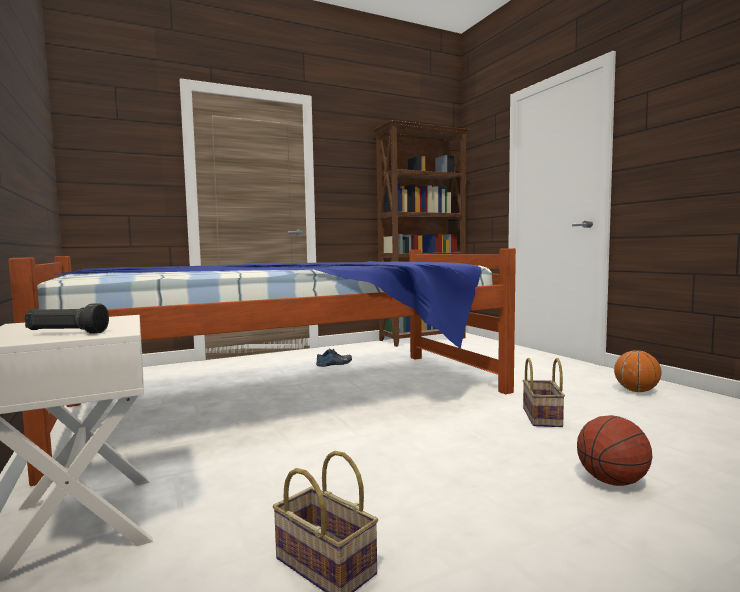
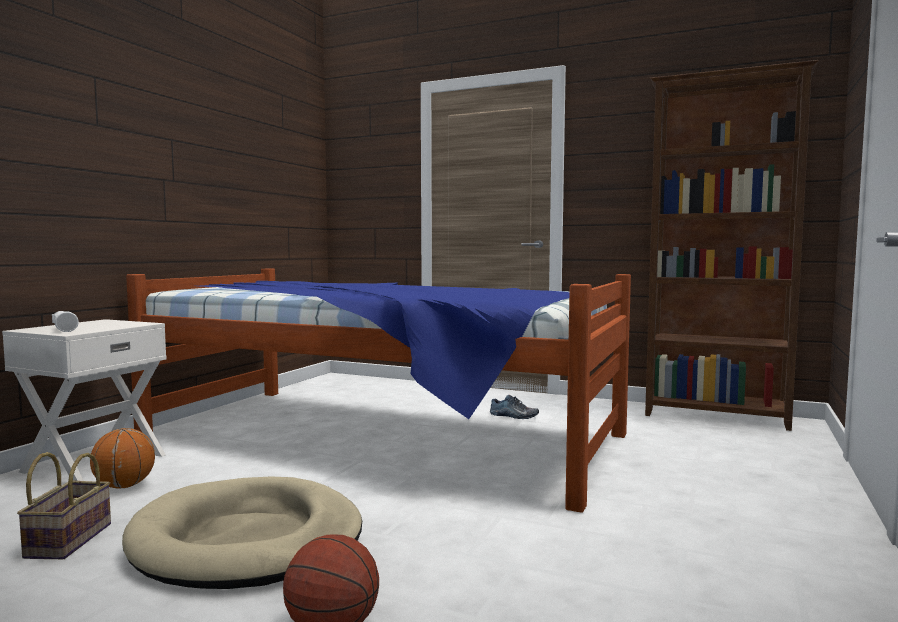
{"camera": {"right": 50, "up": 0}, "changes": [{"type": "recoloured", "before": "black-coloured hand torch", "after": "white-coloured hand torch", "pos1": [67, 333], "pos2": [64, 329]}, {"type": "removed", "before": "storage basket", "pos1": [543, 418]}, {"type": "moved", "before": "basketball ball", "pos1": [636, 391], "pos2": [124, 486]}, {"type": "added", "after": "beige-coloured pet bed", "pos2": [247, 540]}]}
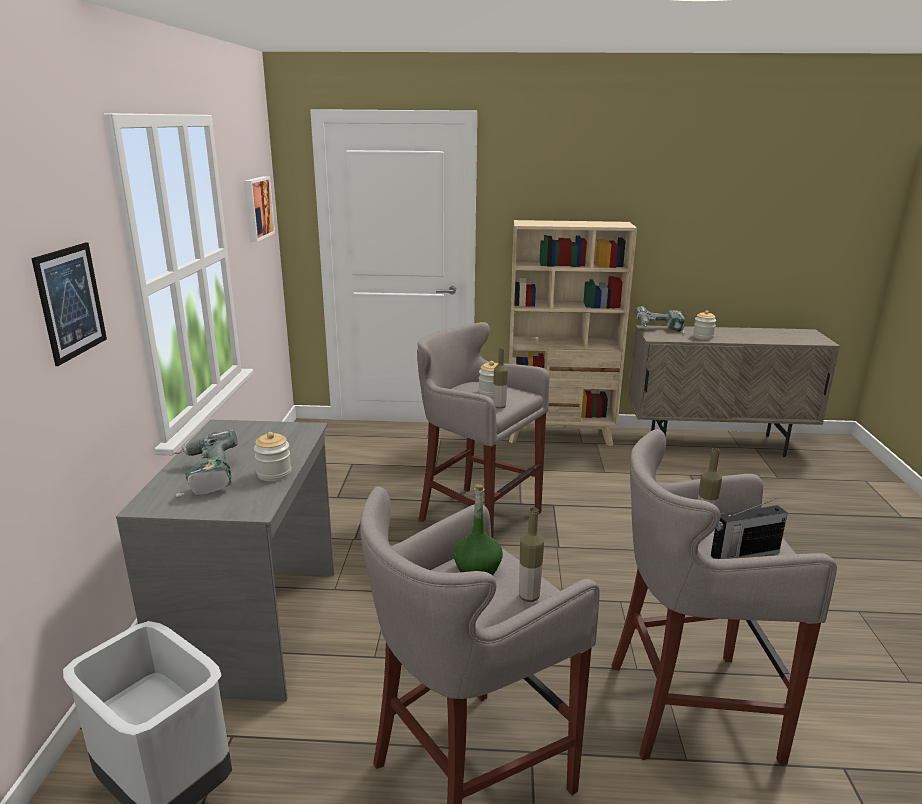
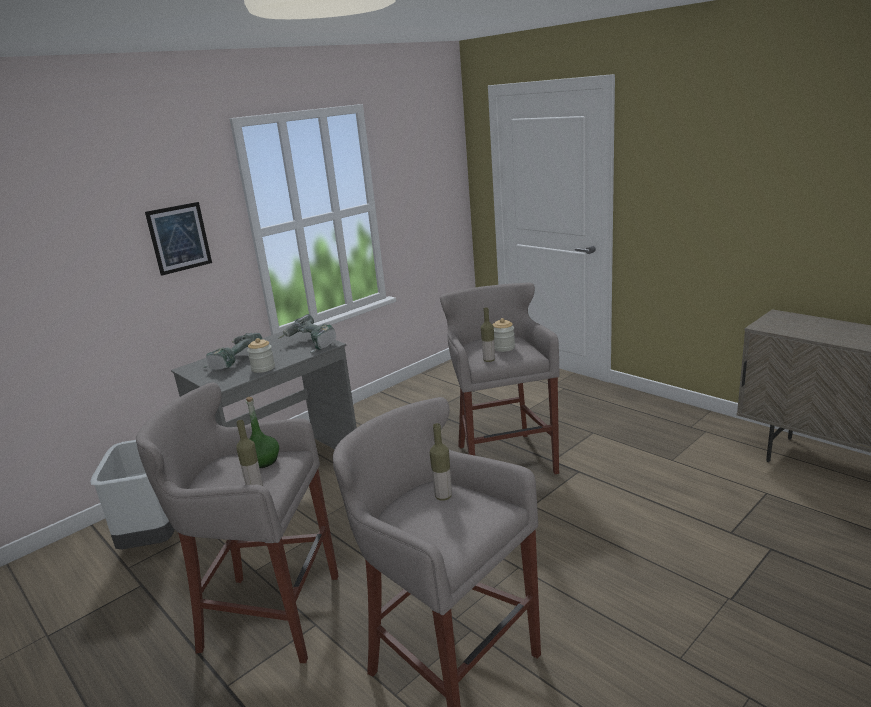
{"camera": {"right": 45, "up": 0}, "changes": [{"type": "removed", "before": "wall picture", "pos1": [256, 208]}, {"type": "removed", "before": "beige-coloured bookcase", "pos1": [560, 435]}, {"type": "moved", "before": "power drill", "pos1": [658, 330], "pos2": [309, 344]}, {"type": "removed", "before": "jar", "pos1": [703, 337]}, {"type": "removed", "before": "radio receiver", "pos1": [743, 554]}]}
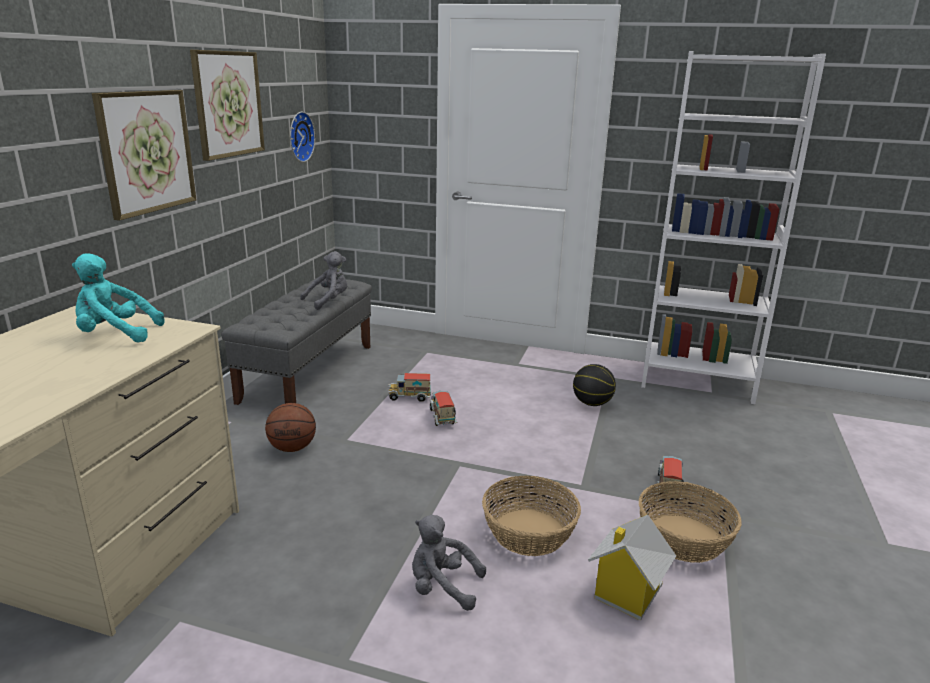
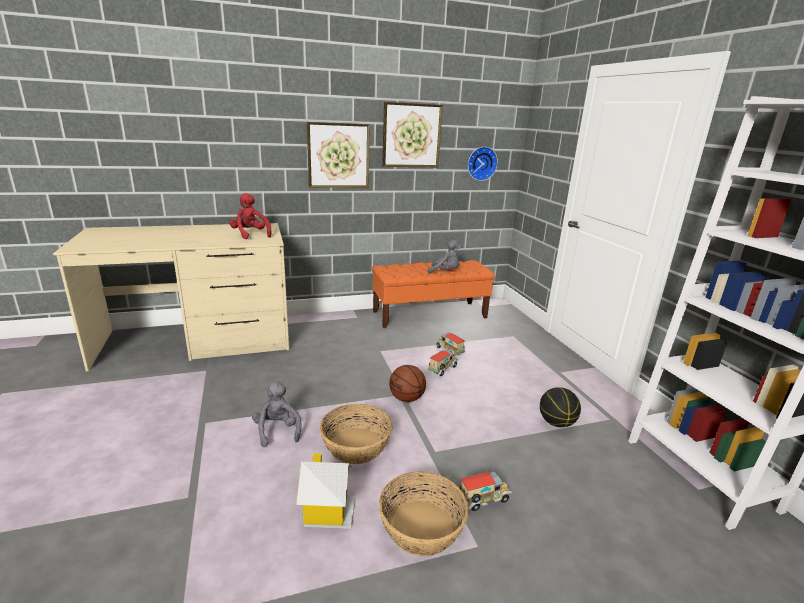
{"camera": {"right": 55, "up": 0}, "changes": [{"type": "recoloured", "before": "blue-green cuddly toy", "after": "reddish cuddly toy", "pos1": [115, 335], "pos2": [250, 235]}, {"type": "recoloured", "before": "greyish bench", "after": "orange-coloured bench", "pos1": [308, 372], "pos2": [430, 314]}, {"type": "moved", "before": "basketball ball", "pos1": [293, 448], "pos2": [407, 398]}]}
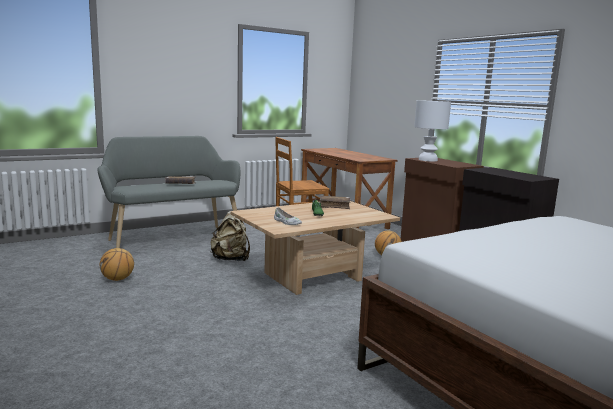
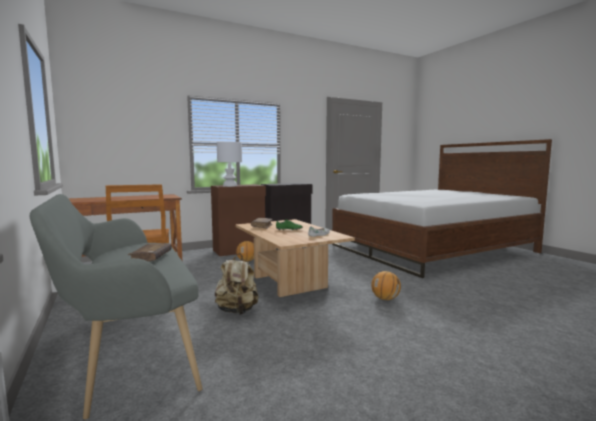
{"camera": {"right": -85, "up": -5}, "changes": [{"type": "moved", "before": "basketball ball", "pos1": [118, 279], "pos2": [385, 299]}]}
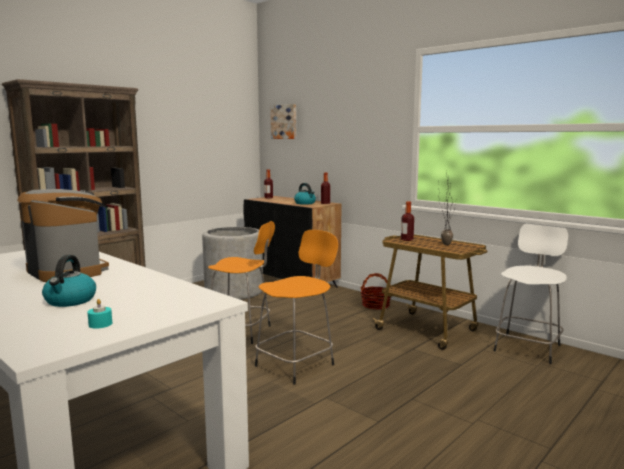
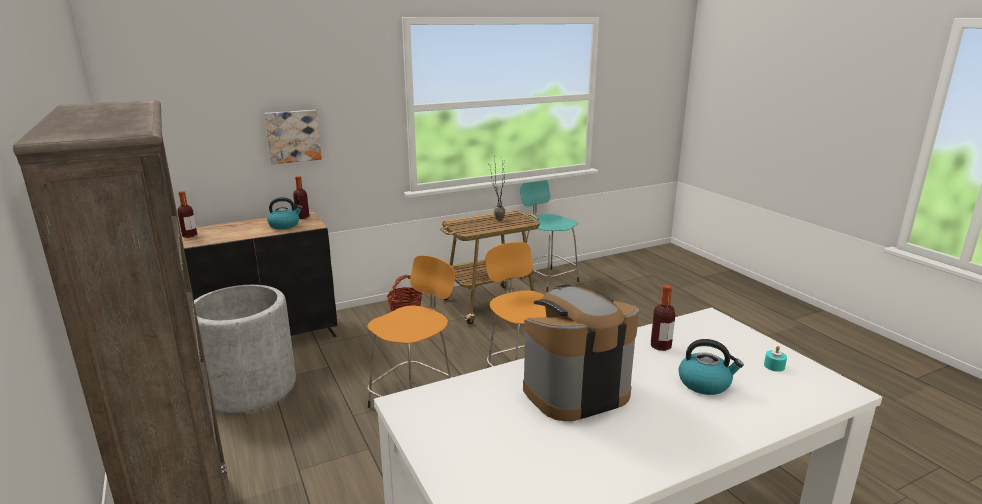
{"camera": {"right": -70, "up": 10}, "changes": [{"type": "moved", "before": "wall picture", "pos1": [284, 122], "pos2": [293, 136]}, {"type": "moved", "before": "beverage bottle", "pos1": [407, 240], "pos2": [660, 346]}, {"type": "recoloured", "before": "white-coloured stool", "after": "blue-green stool", "pos1": [528, 347], "pos2": [547, 279]}]}
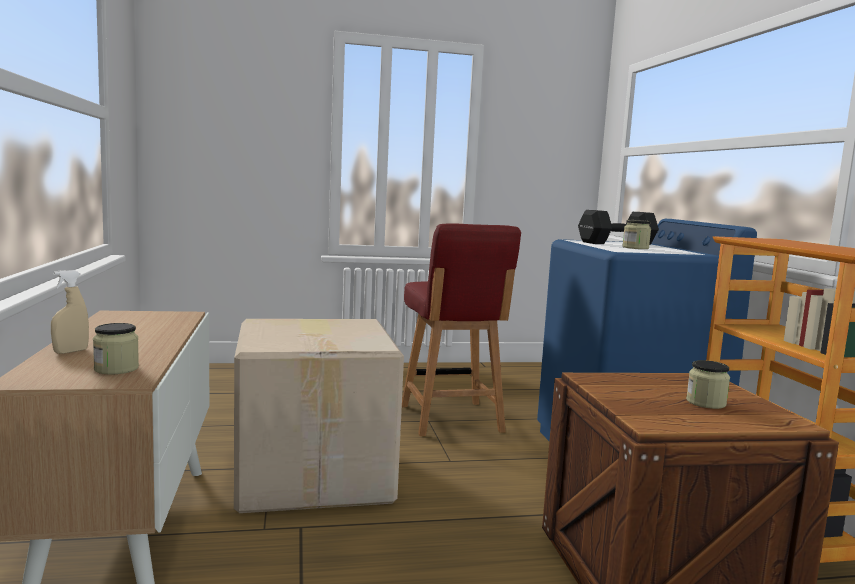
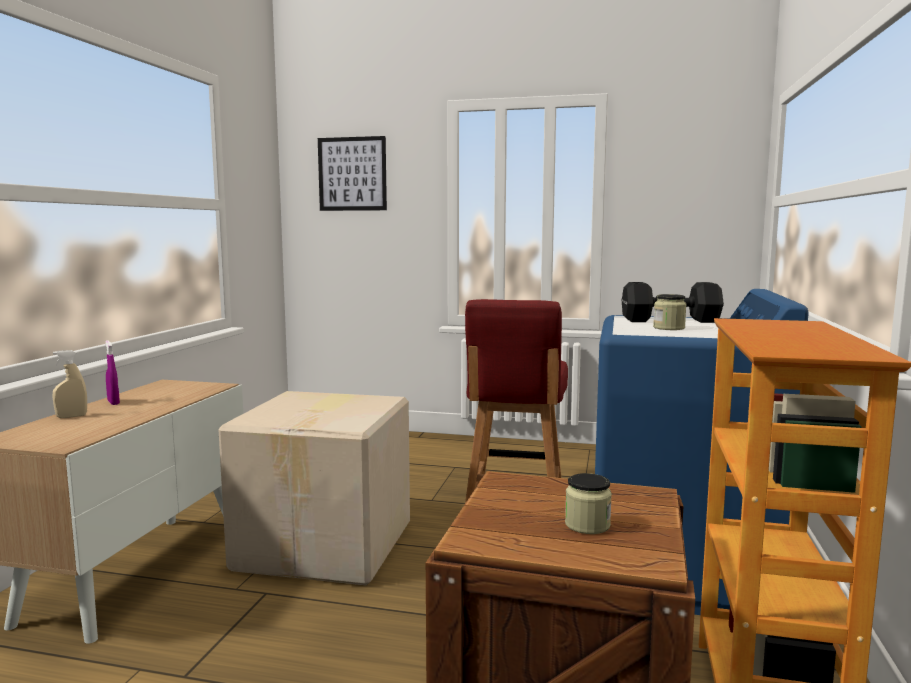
{"camera": {"right": 25, "up": 0}, "changes": [{"type": "removed", "before": "jar", "pos1": [116, 369]}, {"type": "added", "after": "purplish hand sprayer", "pos2": [113, 403]}, {"type": "added", "after": "wall picture", "pos2": [352, 174]}]}
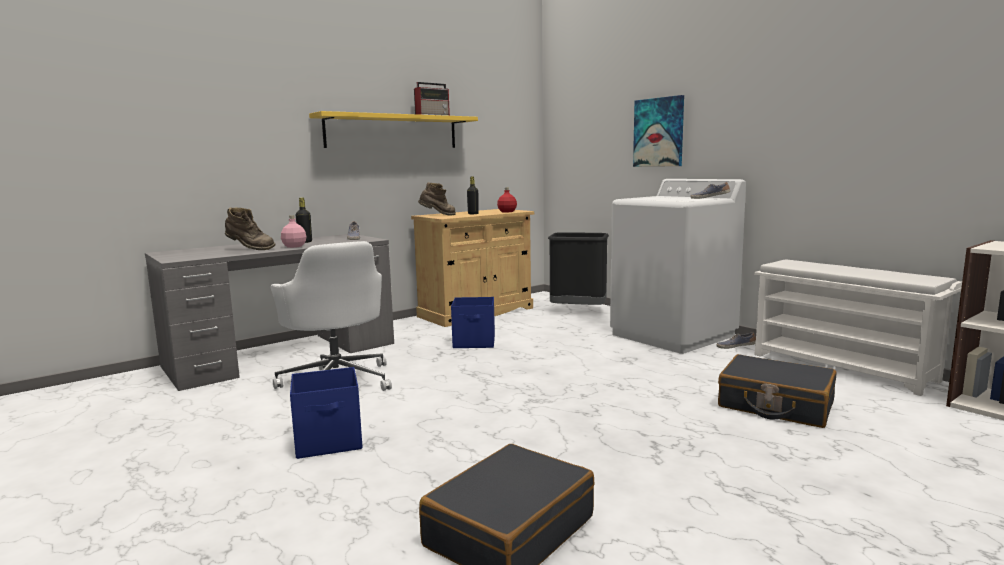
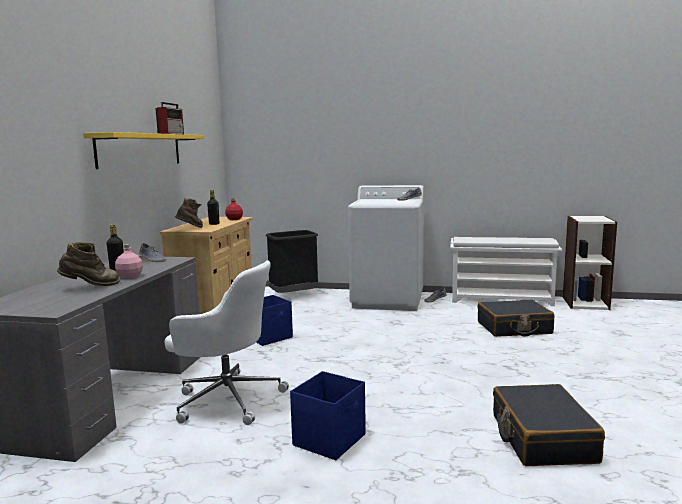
{"camera": {"right": -40, "up": 0}, "changes": [{"type": "removed", "before": "wall picture", "pos1": [659, 132]}]}
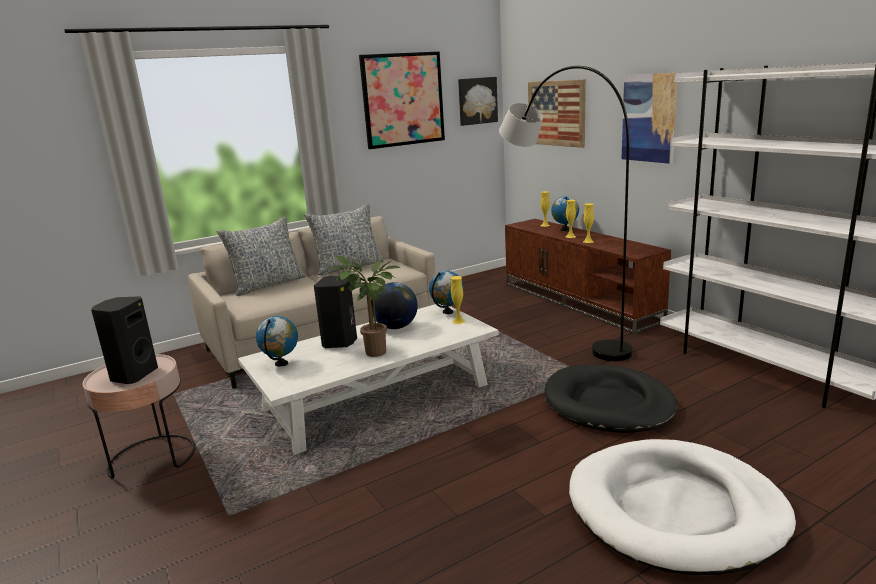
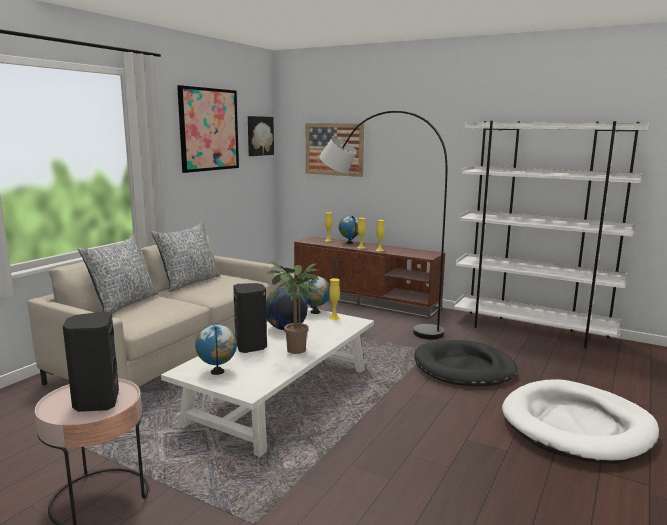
{"camera": {"right": -30, "up": -5}, "changes": [{"type": "removed", "before": "wall picture", "pos1": [649, 118]}]}
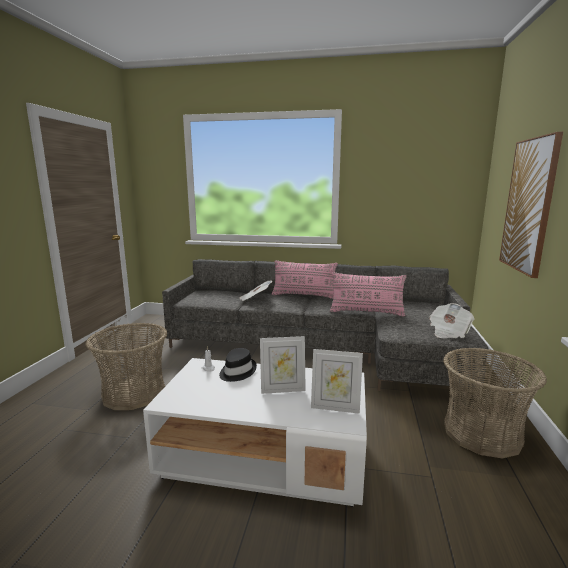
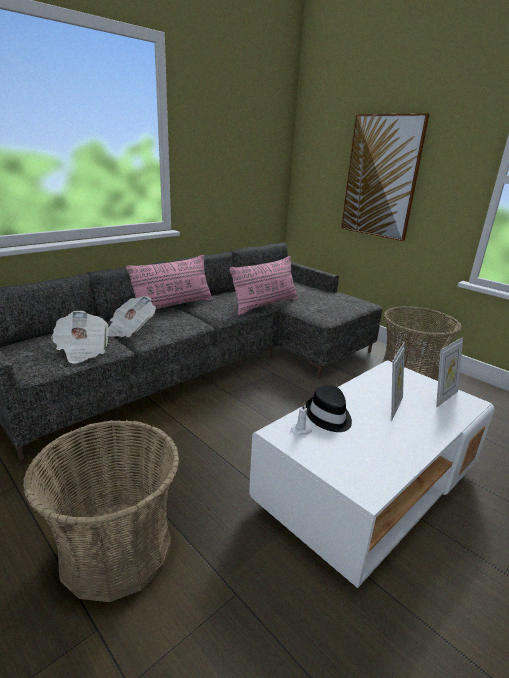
{"camera": {"right": -55, "up": 10}, "changes": [{"type": "moved", "before": "printed paper", "pos1": [448, 332], "pos2": [82, 350]}]}
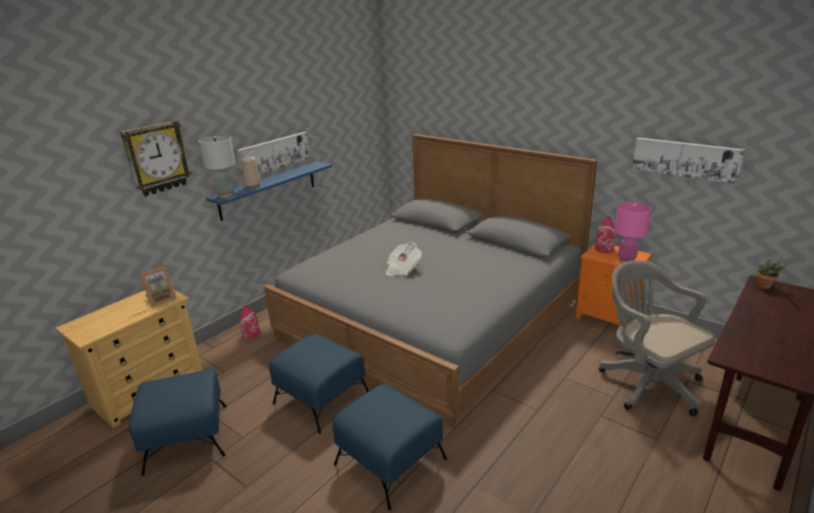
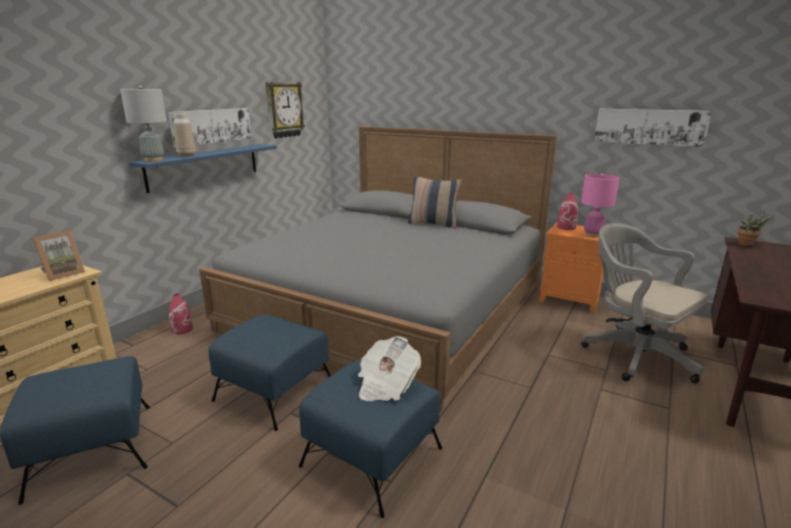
{"camera": {"right": -10, "up": -5}, "changes": [{"type": "moved", "before": "wall clock", "pos1": [156, 158], "pos2": [284, 110]}, {"type": "moved", "before": "printed paper", "pos1": [402, 269], "pos2": [386, 384]}, {"type": "added", "after": "pillow", "pos2": [433, 224]}]}
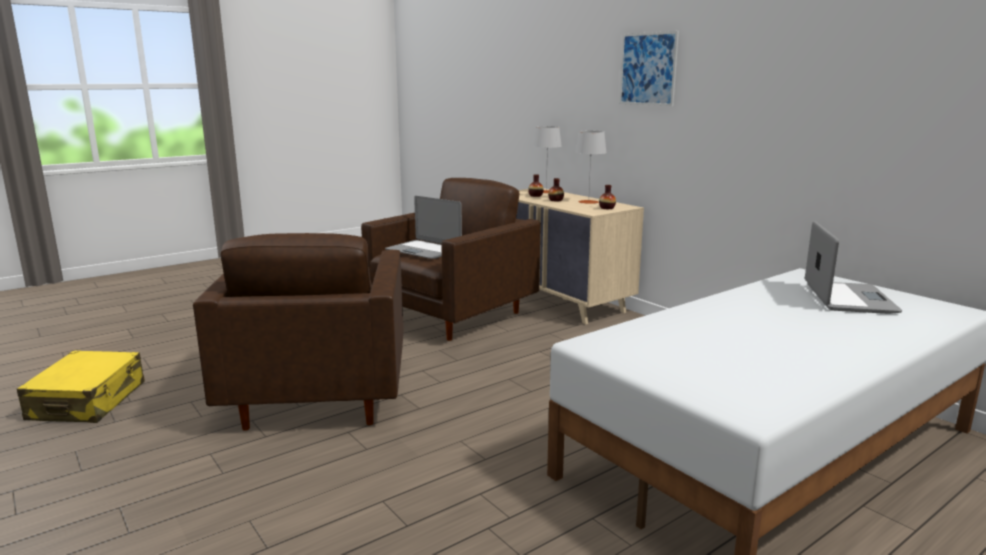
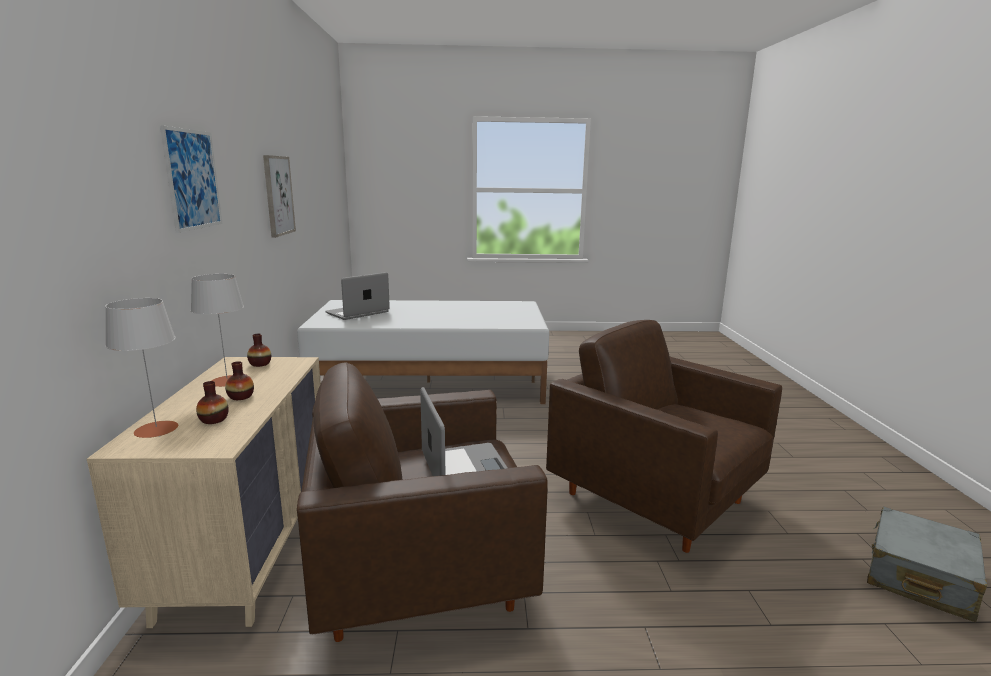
{"camera": {"right": -145, "up": 0}, "changes": [{"type": "recoloured", "before": "yellow suitcase", "after": "greyish suitcase", "pos1": [88, 401], "pos2": [919, 577]}, {"type": "turned", "before": "brown-coloured lounge chair", "pos1": [319, 393], "pos2": [656, 498], "turn": -75}, {"type": "added", "after": "wall picture", "pos2": [278, 195]}]}
